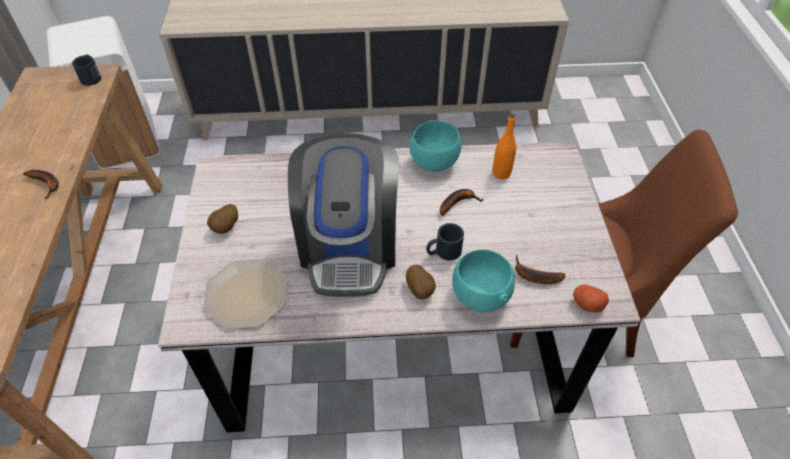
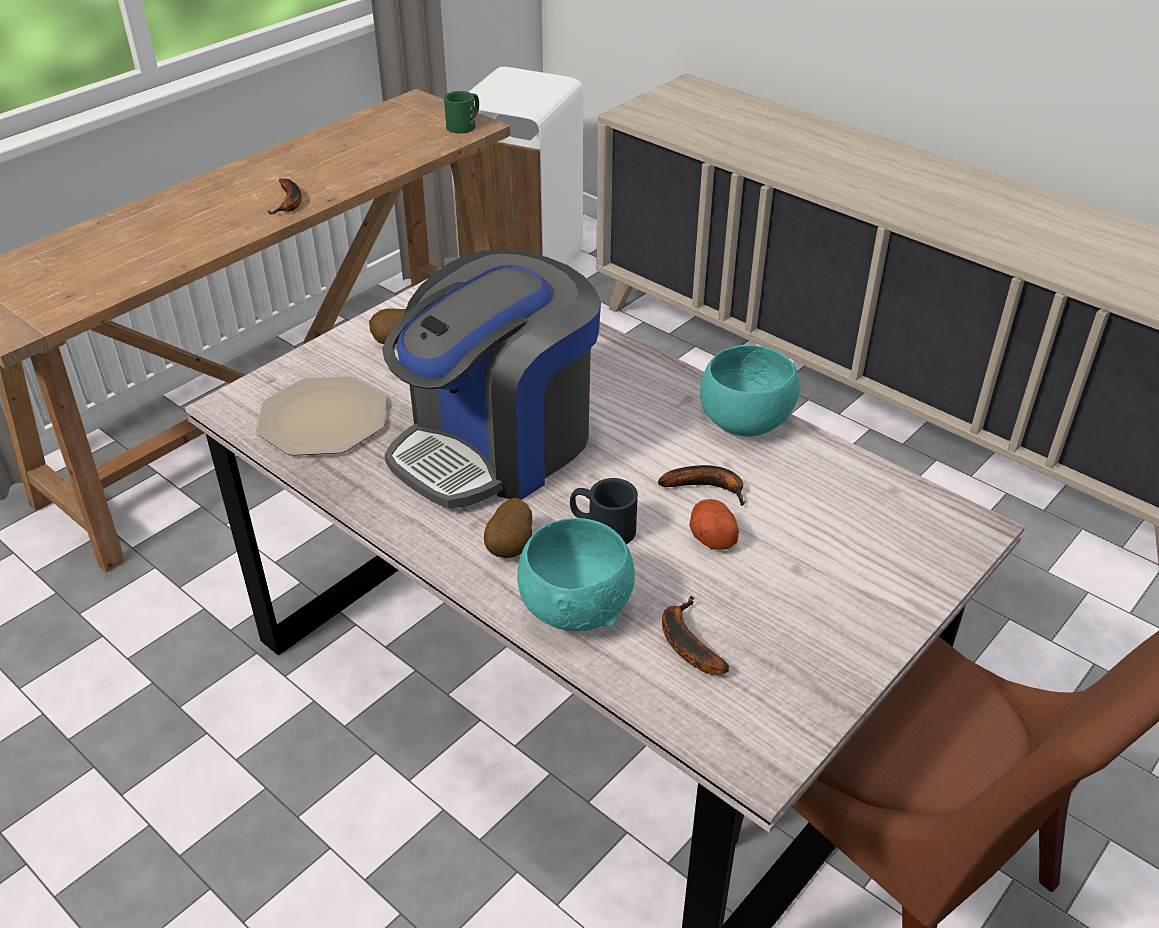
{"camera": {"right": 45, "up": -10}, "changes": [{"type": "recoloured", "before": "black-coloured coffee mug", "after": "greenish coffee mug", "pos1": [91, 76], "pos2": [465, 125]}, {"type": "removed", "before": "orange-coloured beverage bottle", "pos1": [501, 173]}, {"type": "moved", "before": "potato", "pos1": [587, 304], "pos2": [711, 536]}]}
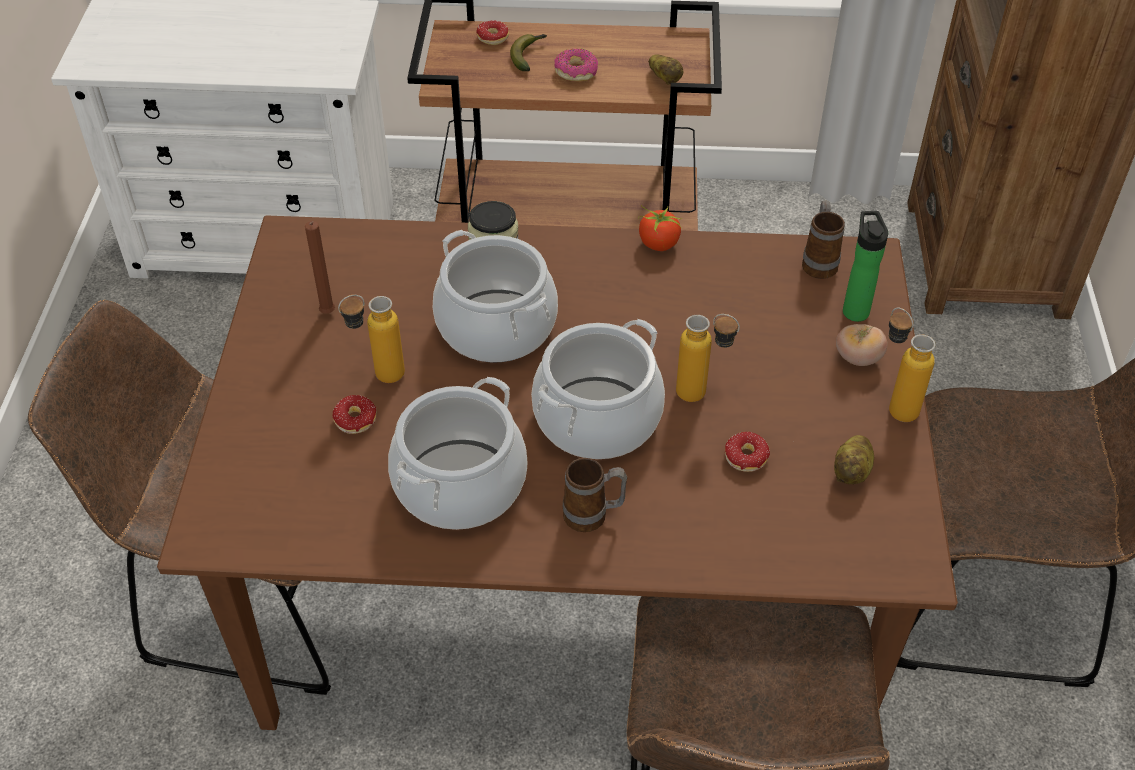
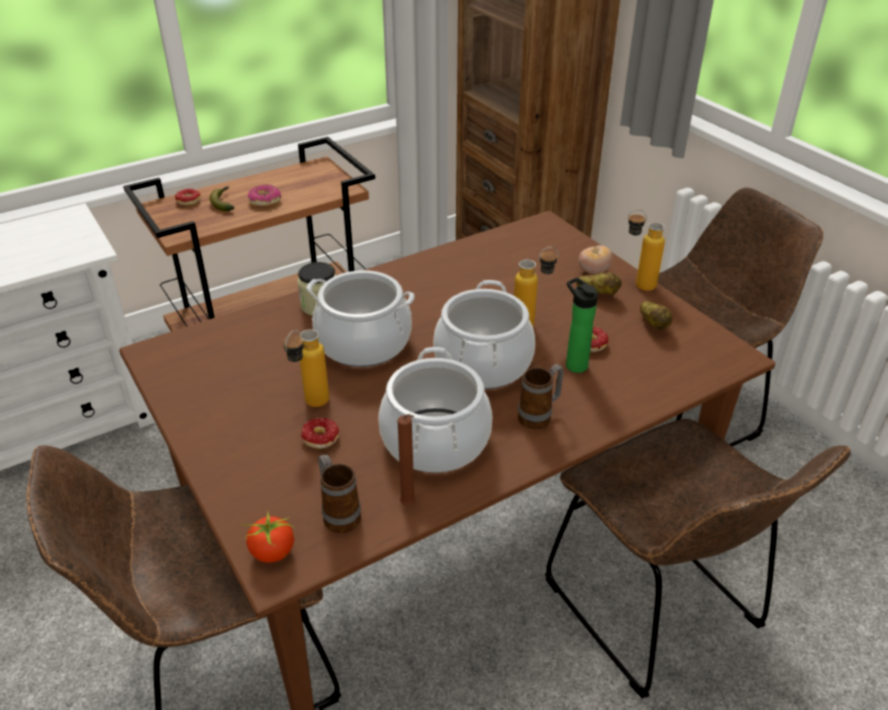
{"camera": {"right": -35, "up": -10}, "changes": [{"type": "moved", "before": "brown-coloured candle", "pos1": [327, 314], "pos2": [409, 506]}, {"type": "moved", "before": "tomato", "pos1": [658, 244], "pos2": [272, 553]}, {"type": "moved", "before": "potato", "pos1": [665, 79], "pos2": [597, 293]}, {"type": "moved", "before": "coffee mug", "pos1": [819, 261], "pos2": [338, 513]}, {"type": "moved", "before": "beverage bottle", "pos1": [855, 309], "pos2": [574, 364]}]}
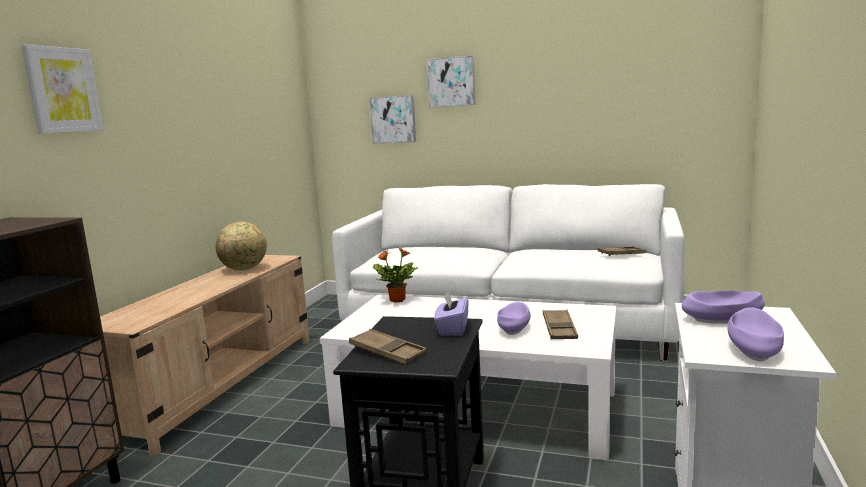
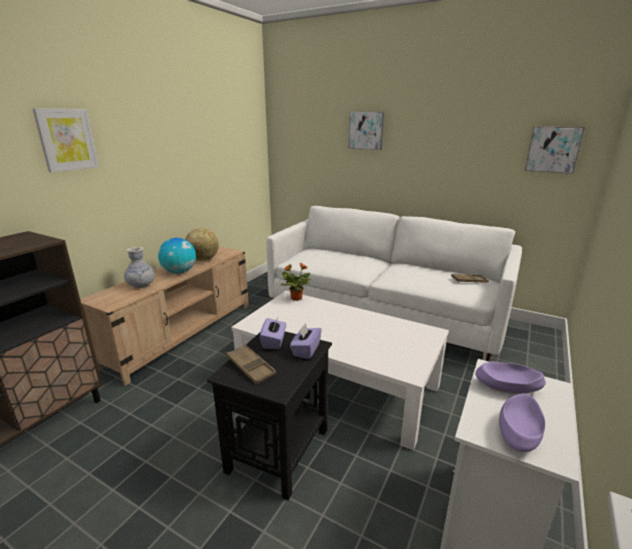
{"camera": {"right": 10, "up": 10}, "changes": [{"type": "moved", "before": "wall picture", "pos1": [393, 119], "pos2": [553, 149]}, {"type": "removed", "before": "purplish serving bowl", "pos1": [514, 328]}, {"type": "removed", "before": "brown-coloured tray", "pos1": [559, 329]}, {"type": "added", "after": "vase", "pos2": [141, 285]}, {"type": "added", "after": "globe", "pos2": [179, 272]}, {"type": "added", "after": "purplish tissue box", "pos2": [274, 342]}]}
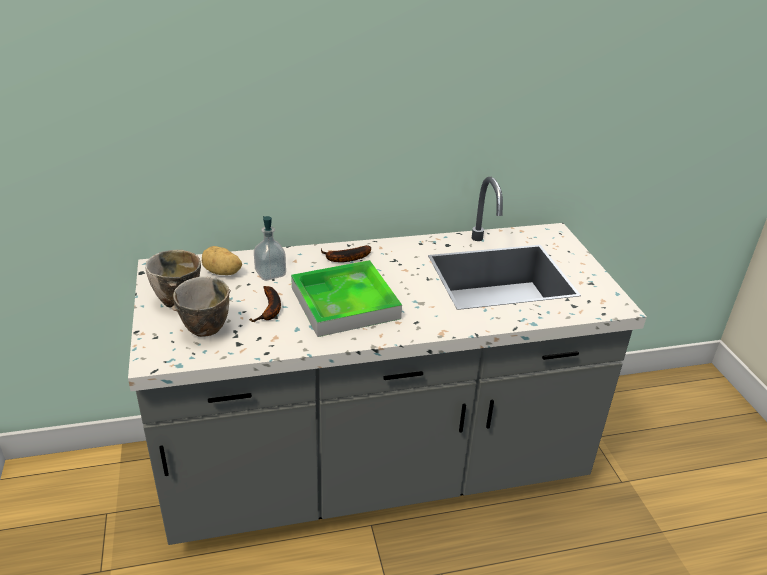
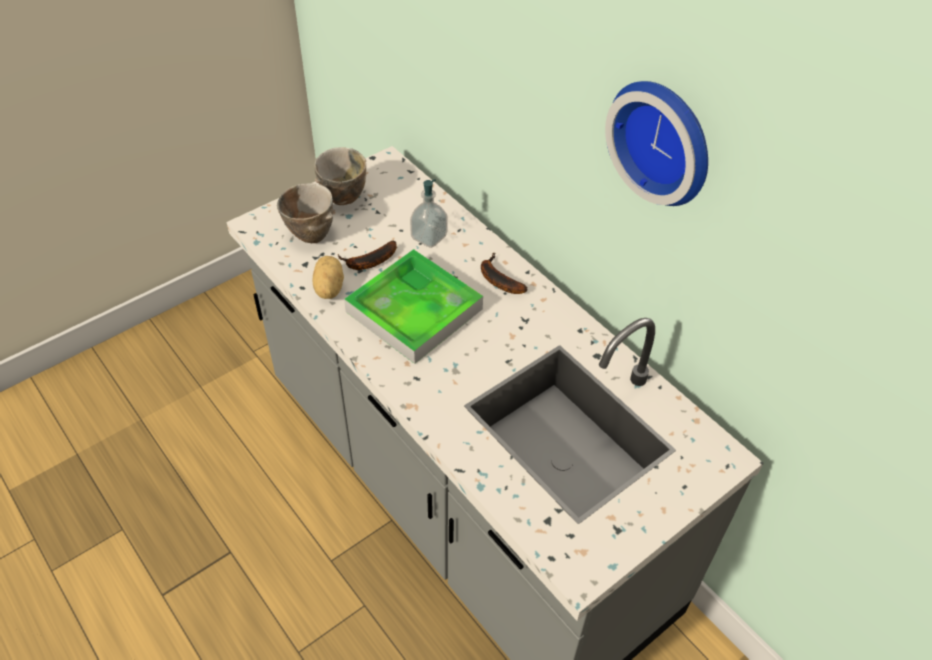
{"camera": {"right": 65, "up": 15}, "changes": [{"type": "moved", "before": "potato", "pos1": [222, 273], "pos2": [328, 288]}, {"type": "added", "after": "wall clock", "pos2": [664, 140]}]}
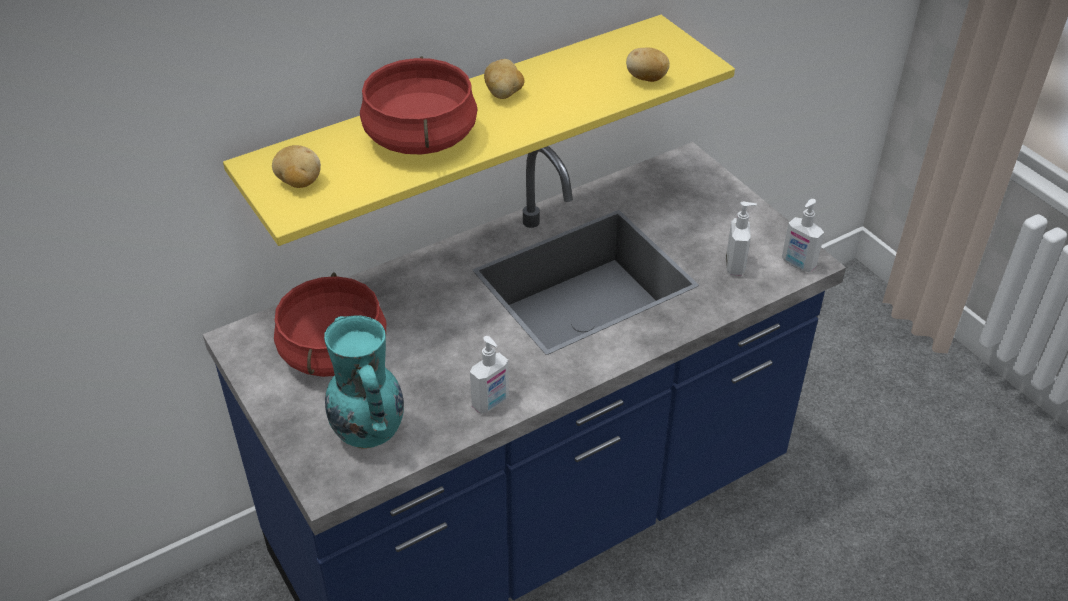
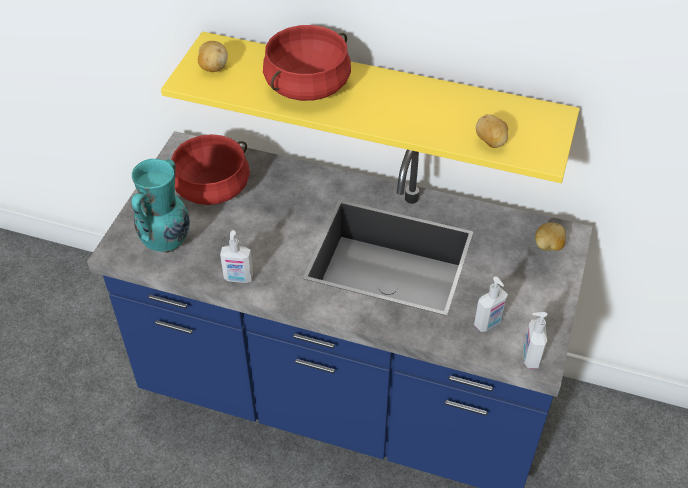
{"camera": {"right": 50, "up": 5}, "changes": [{"type": "moved", "before": "potato", "pos1": [504, 94], "pos2": [548, 246]}]}
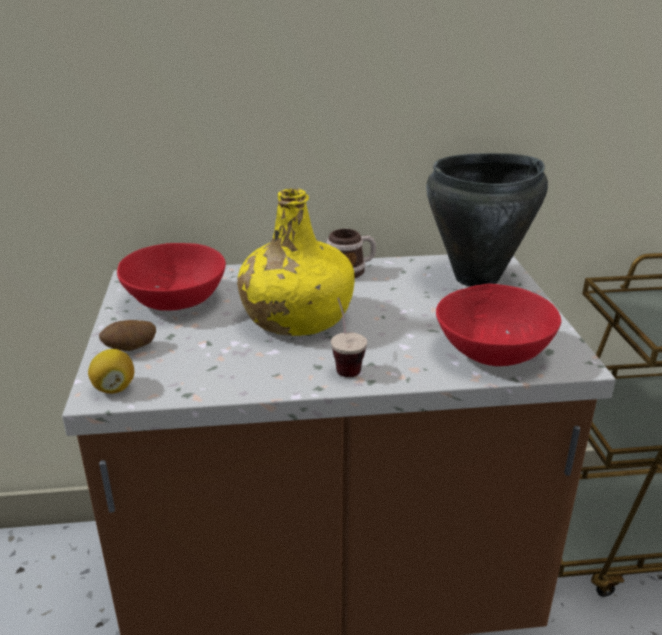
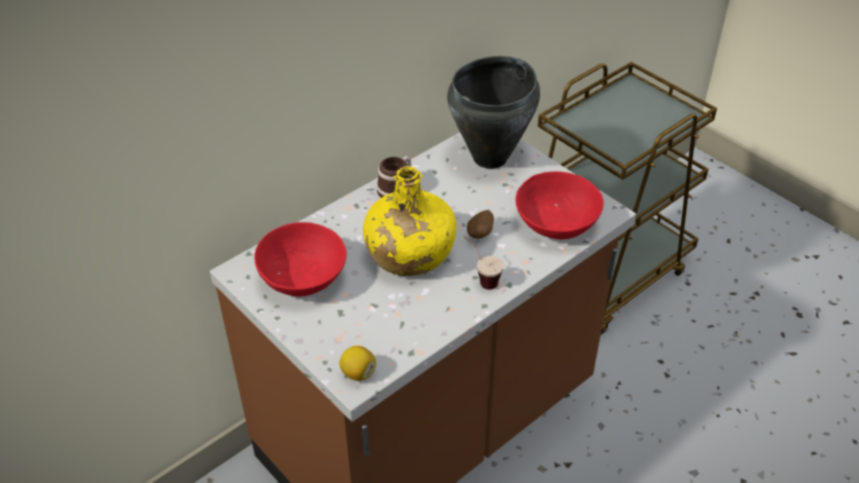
{"camera": {"right": -35, "up": 15}, "changes": [{"type": "moved", "before": "potato", "pos1": [130, 349], "pos2": [480, 234]}]}
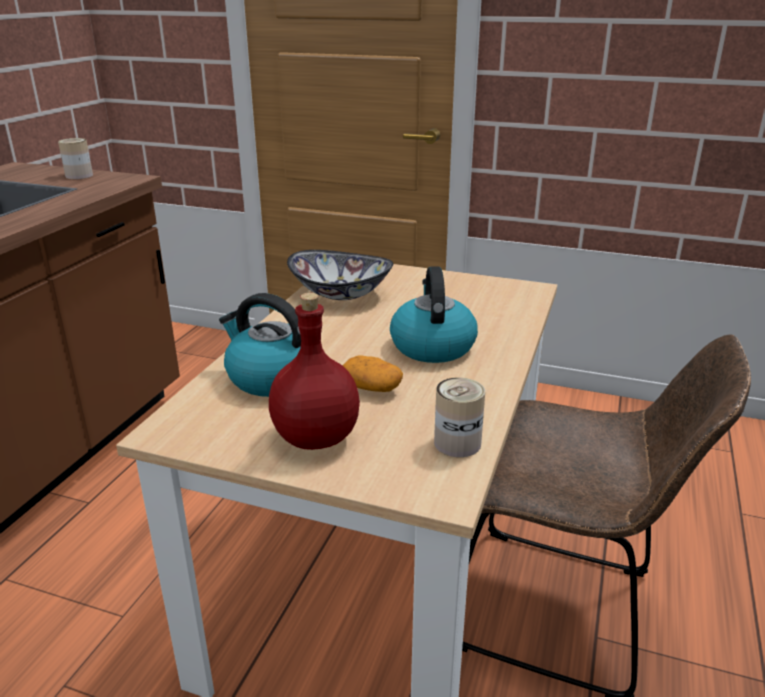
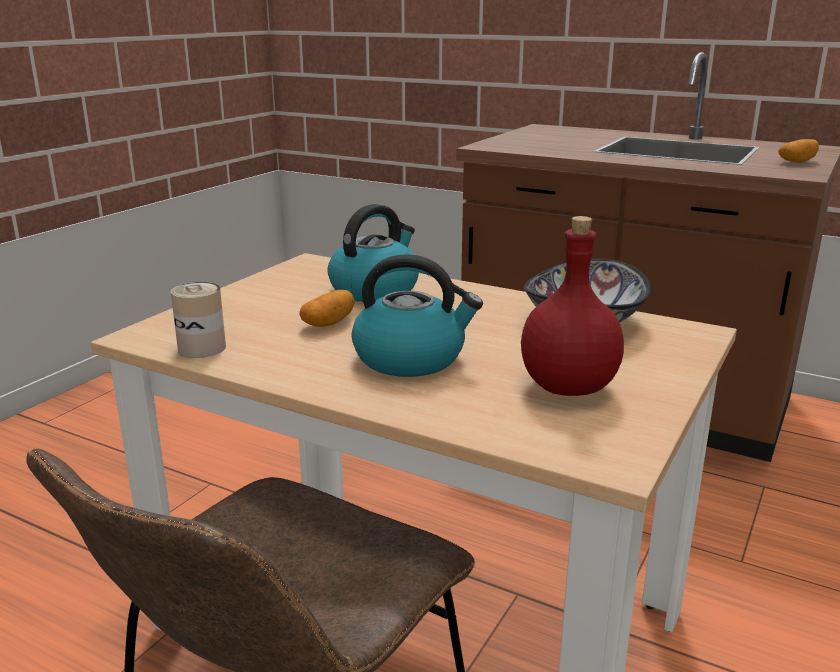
{"camera": {"right": 100, "up": -5}, "changes": [{"type": "replaced", "before": "can", "after": "potato", "pos1": [79, 176], "pos2": [797, 162]}, {"type": "moved", "before": "reddish beverage bottle", "pos1": [317, 438], "pos2": [568, 388]}]}
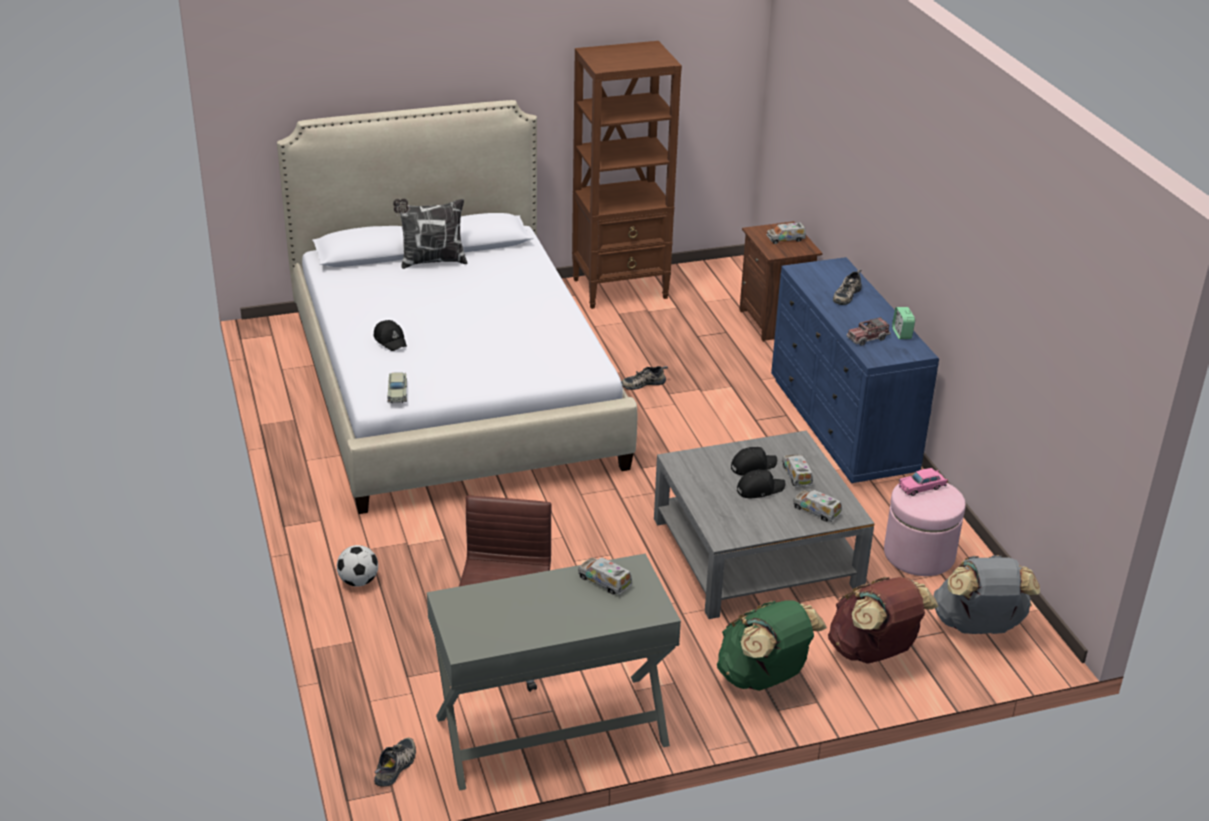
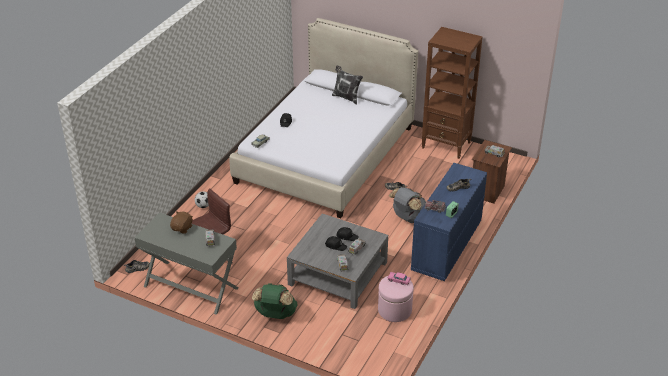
{"camera": {"right": 45, "up": 5}, "changes": [{"type": "removed", "before": "brown-coloured knapsack", "pos1": [874, 652]}, {"type": "moved", "before": "greyish knapsack", "pos1": [978, 627], "pos2": [408, 218]}, {"type": "added", "after": "brown-coloured cuddly toy", "pos2": [182, 228]}]}
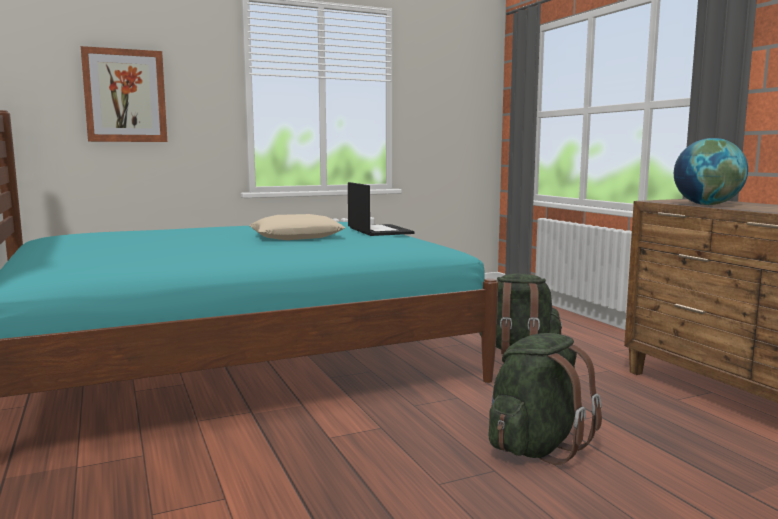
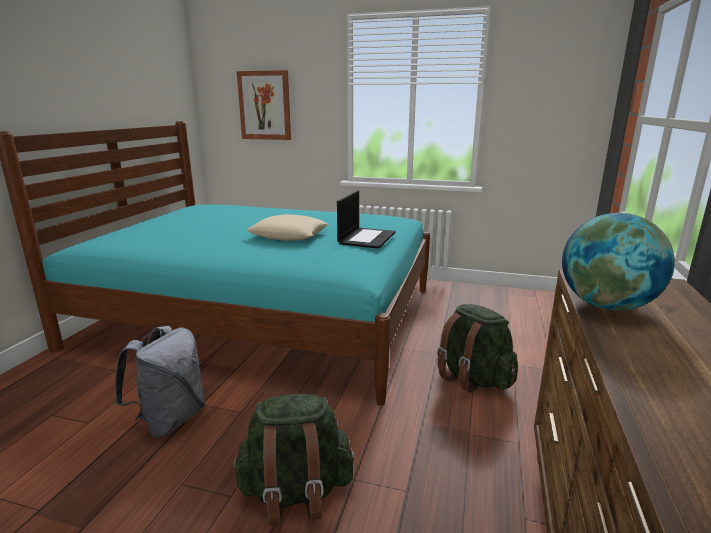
{"camera": {"right": 40, "up": 10}, "changes": [{"type": "added", "after": "greyish knapsack", "pos2": [170, 420]}]}
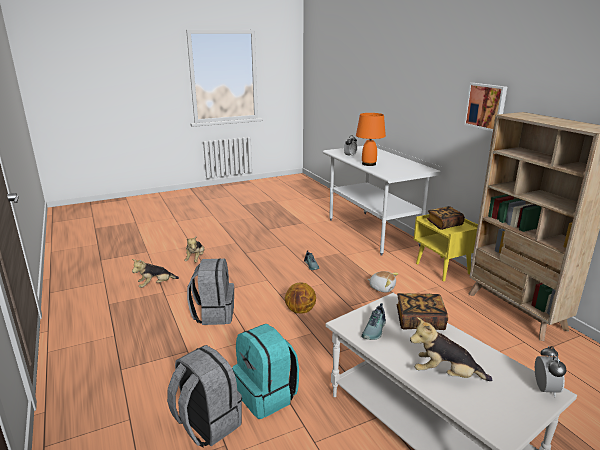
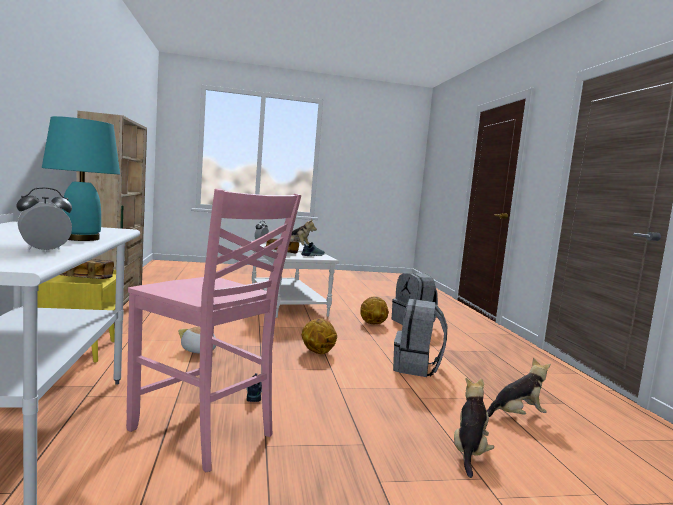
{"camera": {"right": -165, "up": -15}, "changes": [{"type": "replaced", "before": "blue-green knapsack", "after": "basketball ball", "pos1": [267, 395], "pos2": [372, 323]}, {"type": "recoloured", "before": "orange-coloured table lamp", "after": "blue-green table lamp", "pos1": [368, 164], "pos2": [82, 238]}, {"type": "removed", "before": "wall picture", "pos1": [486, 106]}, {"type": "added", "after": "pinkish chair", "pos2": [204, 433]}]}
